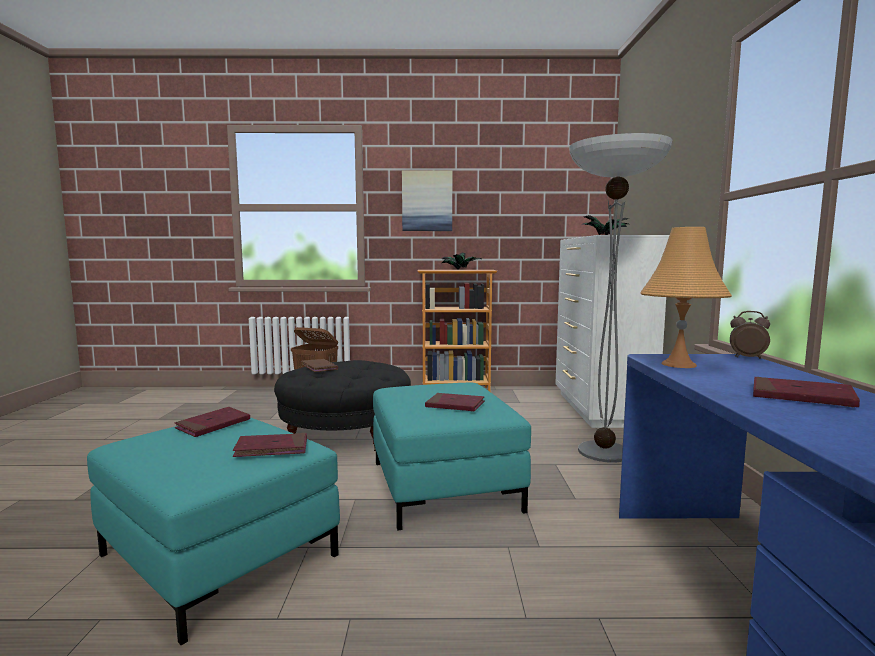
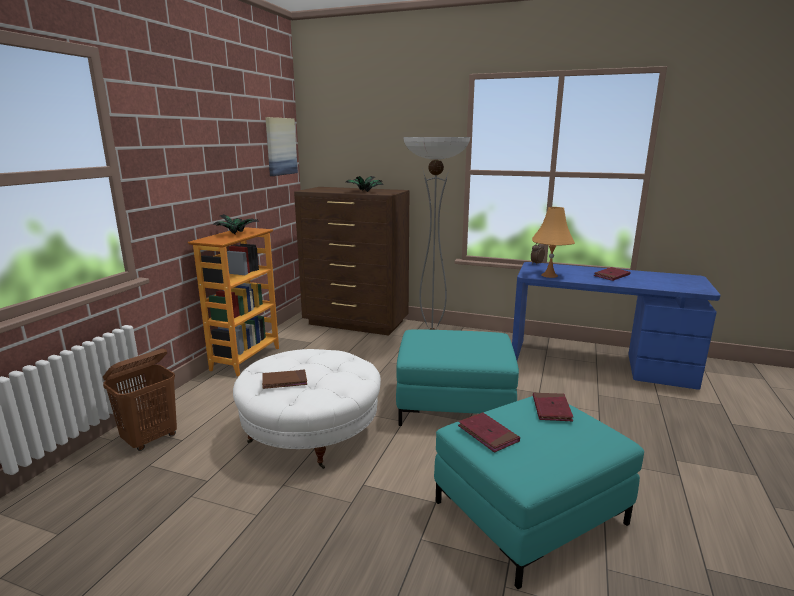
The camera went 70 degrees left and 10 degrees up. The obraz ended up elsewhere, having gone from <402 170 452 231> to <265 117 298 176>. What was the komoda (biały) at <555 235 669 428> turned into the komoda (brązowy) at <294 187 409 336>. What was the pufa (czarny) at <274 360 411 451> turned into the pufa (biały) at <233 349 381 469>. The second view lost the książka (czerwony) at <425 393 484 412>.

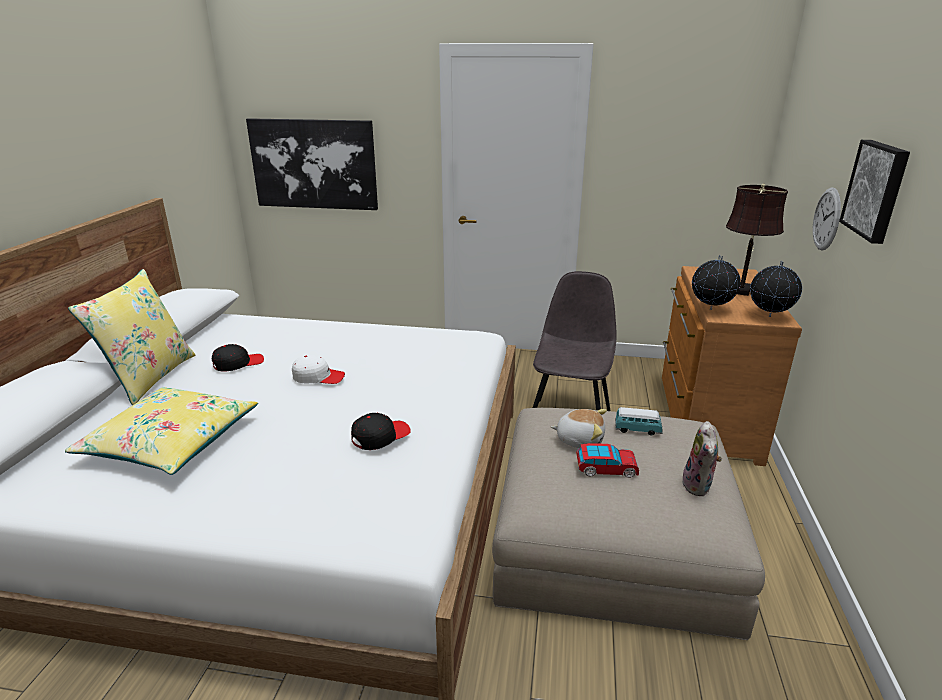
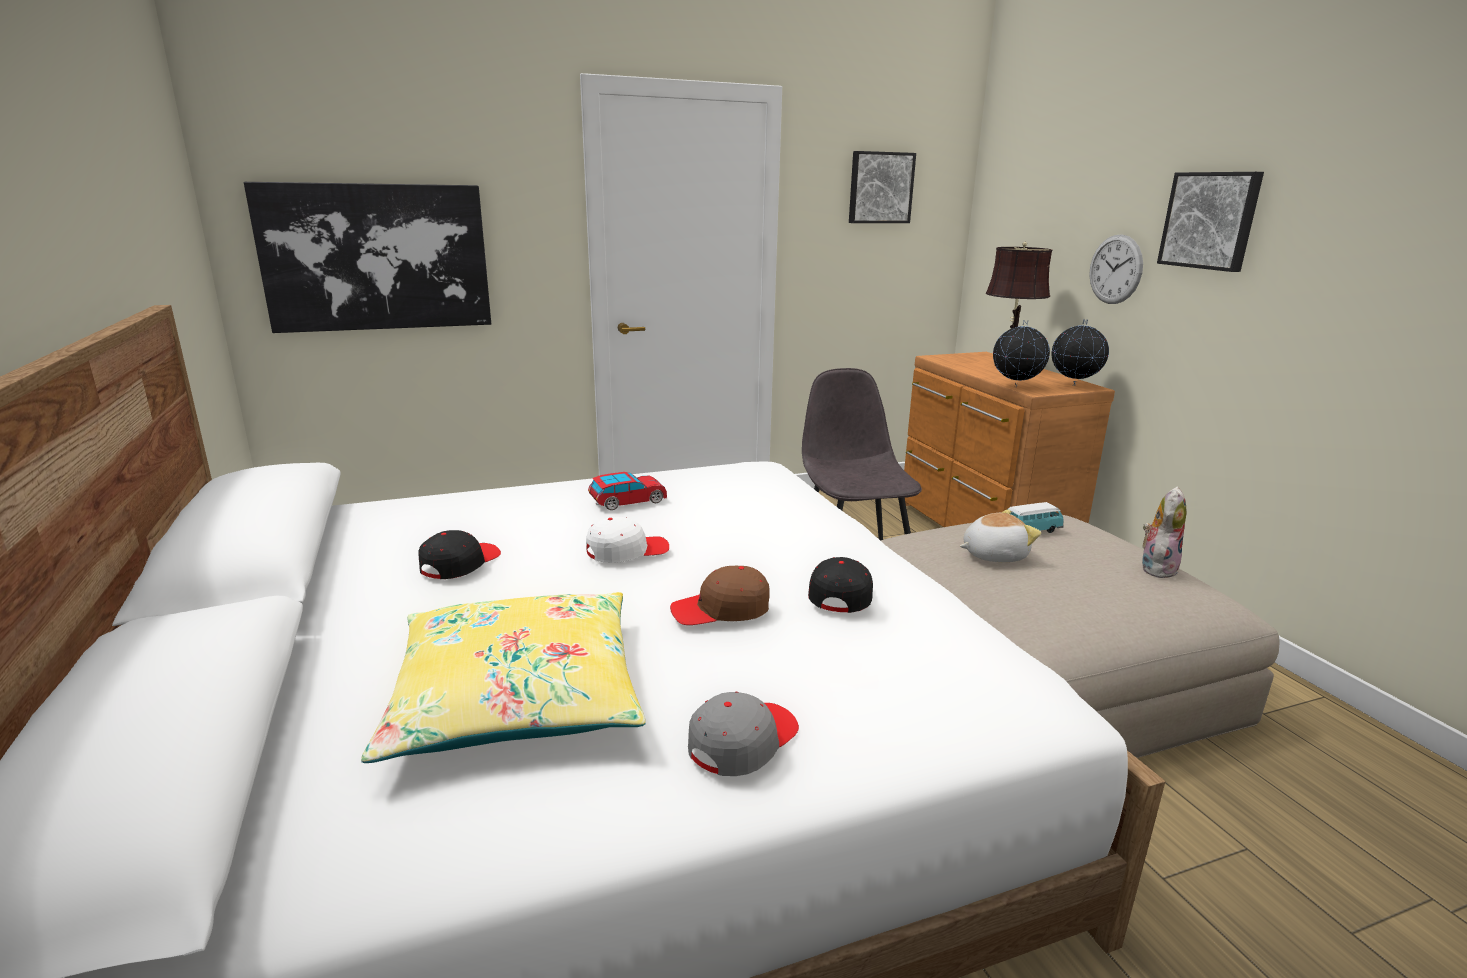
The camera went 30 degrees left and 5 degrees down. The second view lost the poduszka (żółty) at <68 269 195 405>. The pluszak at <682 421 722 496> ended up facing another way, 120 degrees counterclockwise from before. The samochodzik ended up elsewhere, having gone from <576 443 639 478> to <588 472 667 510>. The second view gained the obraz at <849 151 916 223>. The second view gained the czapka z daszkiem (brązowy) at <670 566 769 625>. The second view gained the czapka z daszkiem (szary) at <688 692 799 776>.

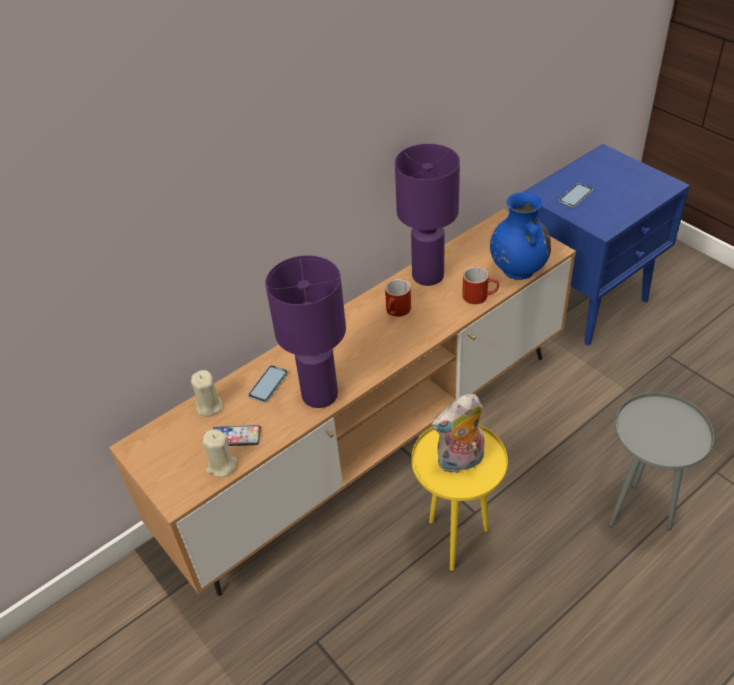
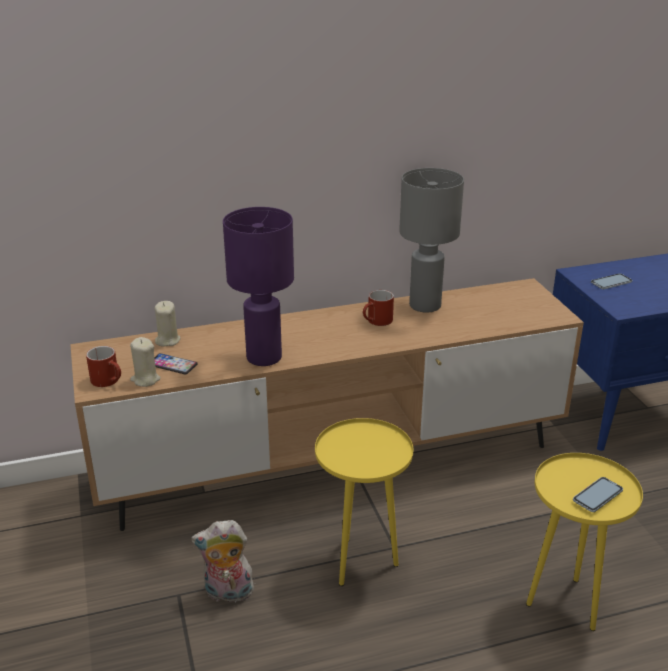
The camera went 20 degrees right and 15 degrees down. What was the lampa stołowa (fioletowy) at <395 144 460 286> turned into the lampa stołowa (szary) at <399 168 464 313>. The second view lost the wazon (niebieski) at <490 192 551 280>. The kubek (czerwony) ended up elsewhere, having gone from <462 267 499 304> to <86 346 121 387>. The telefon ended up elsewhere, having gone from <248 365 288 403> to <573 477 623 512>. What was the stolik (szary) at <608 393 714 530> turned into the stolik (żółty) at <526 453 643 631>. The pluszak ended up elsewhere, having gone from <431 394 484 473> to <191 520 254 602>.

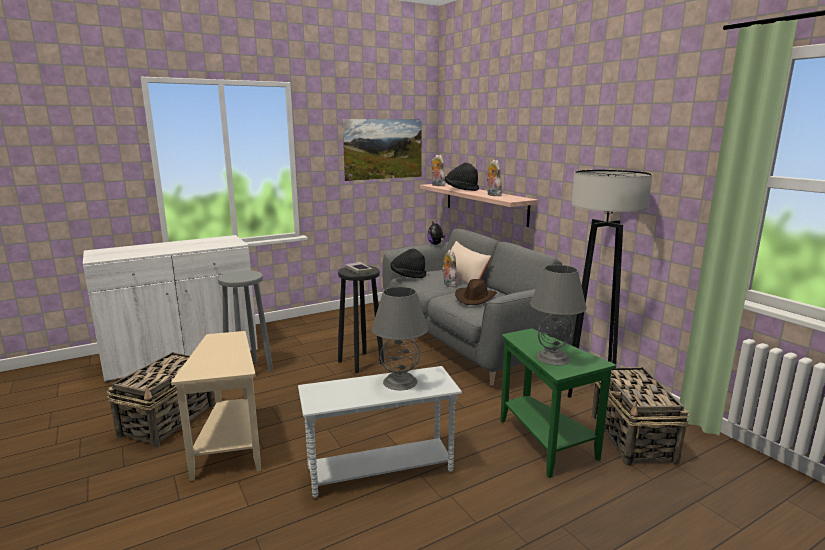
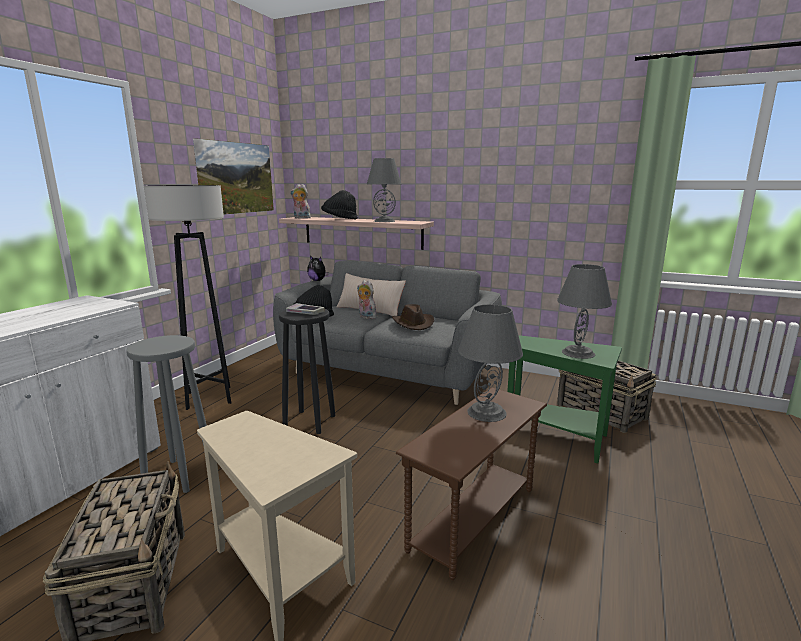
The camera went 35 degrees left and 0 degrees up. Where the pluszak stood at <487 160 502 196>, the lampa stołowa (szary) came to stand at <367 158 401 222>. The lampa stojąca (szary) ended up elsewhere, having gone from <568 170 652 398> to <144 185 231 410>. What was the stolik (biały) at <298 366 462 498> turned into the stolik (brązowy) at <396 387 547 580>.

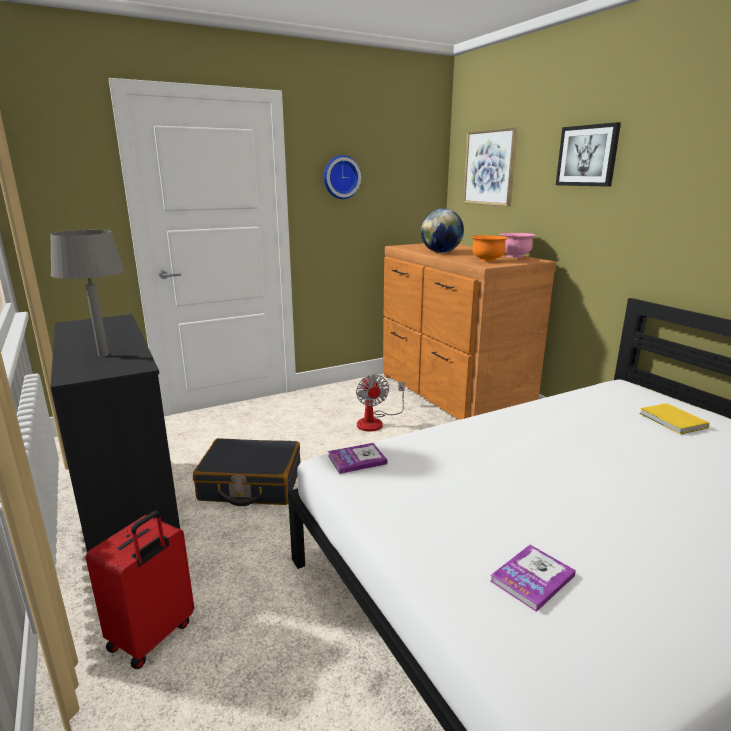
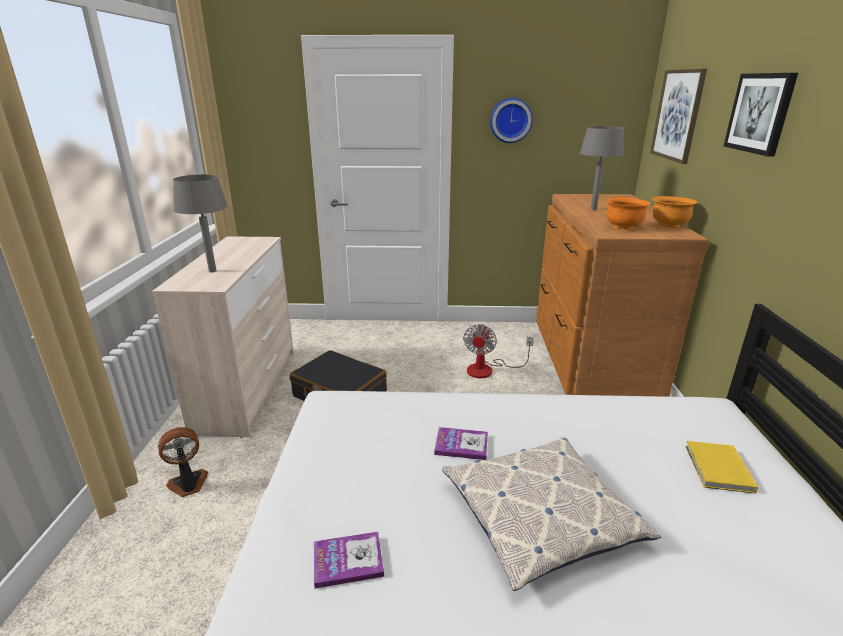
The camera went 30 degrees right and 5 degrees up. Where the globus stood at <421 208 464 253>, the lampa stołowa (szary) came to stand at <580 126 624 210>. What was the miska (różowy) at <499 233 535 258> turned into the miska (pomarańczowy) at <652 196 698 228>. What was the komoda (czarny) at <50 314 180 552> turned into the komoda (beżowy) at <152 236 294 438>. The książka ended up elsewhere, having gone from <328 443 387 474> to <434 427 488 460>. Where the walizka (czerwony) stood at <86 511 194 669>, the wentylator came to stand at <158 427 208 497>. The second view gained the poduszka at <442 437 661 591>.

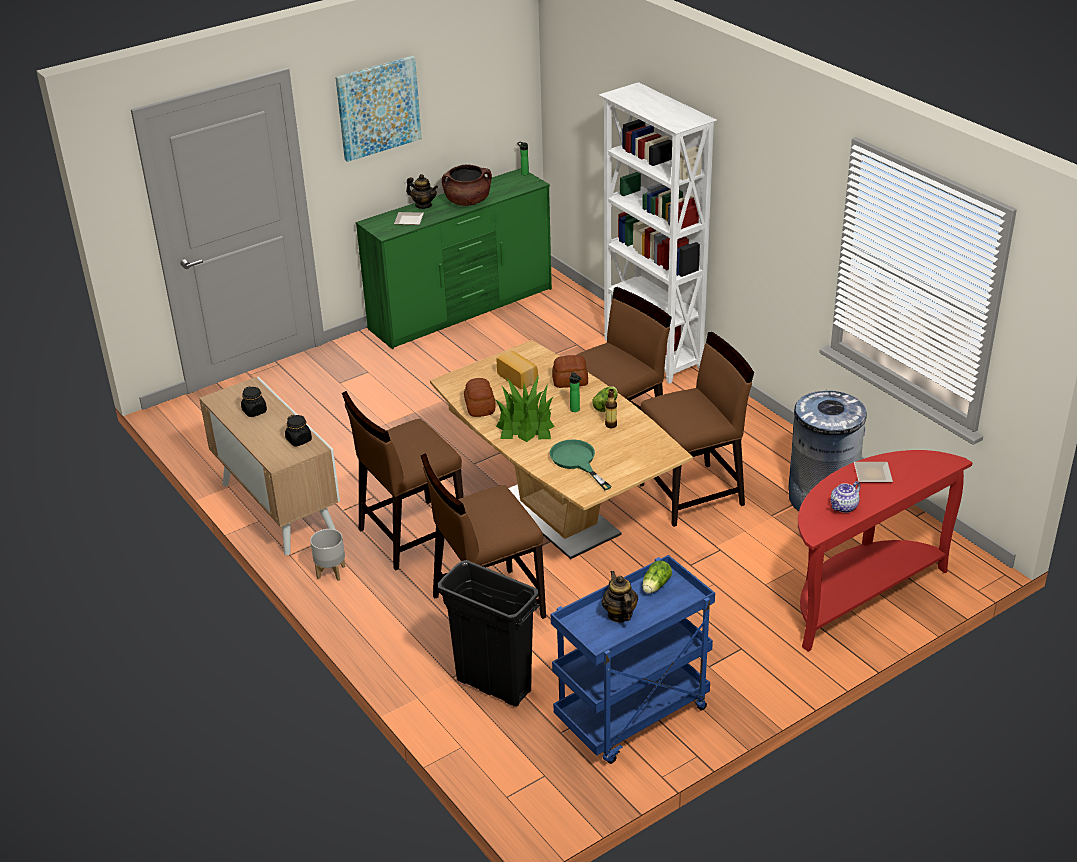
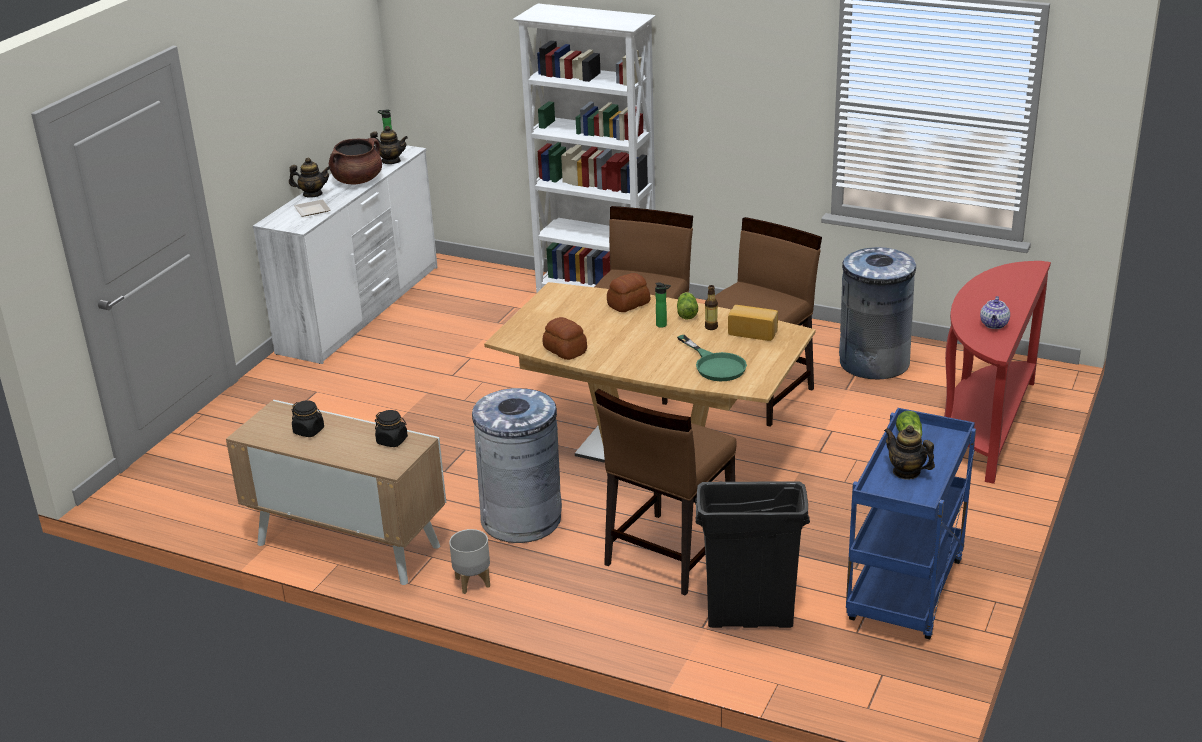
The camera went 30 degrees left and 5 degrees down. The second view lost the obraz at <335 56 422 162>. What was the komoda (zielony) at <356 168 552 349> turned into the komoda (biały) at <253 145 438 364>. The chleb ended up elsewhere, having gone from <496 351 538 389> to <728 305 778 341>. The second view lost the roślina doniczkowa at <496 375 555 442>. Where the krzesło (brązowy) stood at <342 391 464 571>, the kosz na śmieci (szary) came to stand at <472 388 562 543>. The patelnia (zielony) at <550 439 612 490> ended up facing another way, 150 degrees counterclockwise from before. The second view lost the talerz at <854 462 893 482>. The second view gained the imbryk at <370 126 408 164>.

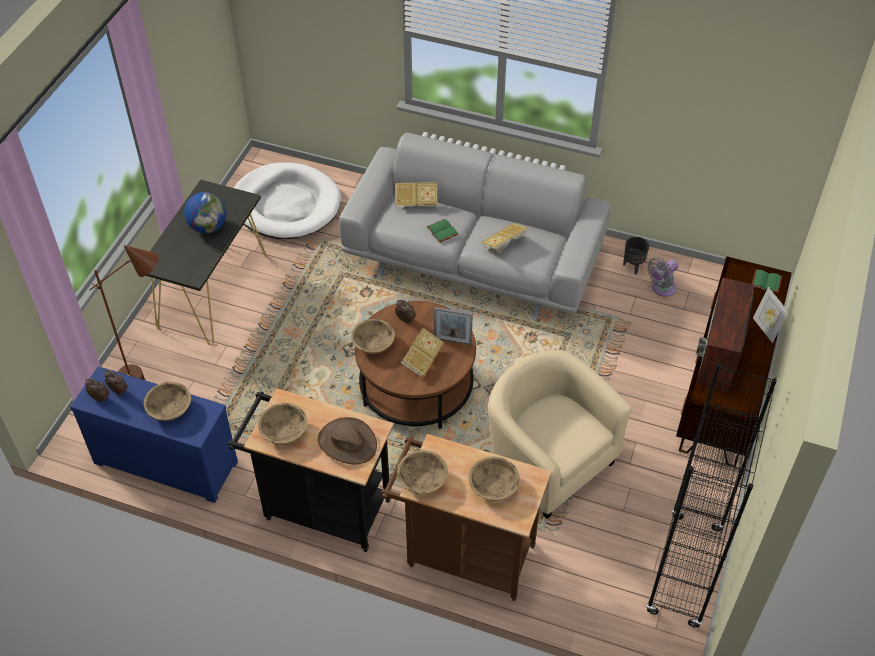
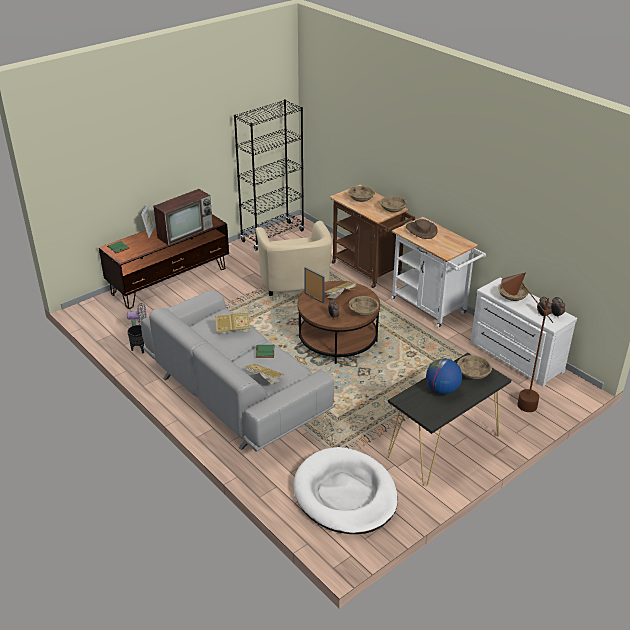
The camera went 150 degrees left and 15 degrees down. What was the komoda (niebieski) at <70 366 238 503> turned into the komoda (biały) at <471 277 577 387>. What was the wózek (czarny) at <228 388 394 552> turned into the wózek (biały) at <391 217 486 328>. The miska (beżowy) ended up elsewhere, having gone from <258 403 308 445> to <457 355 492 380>.

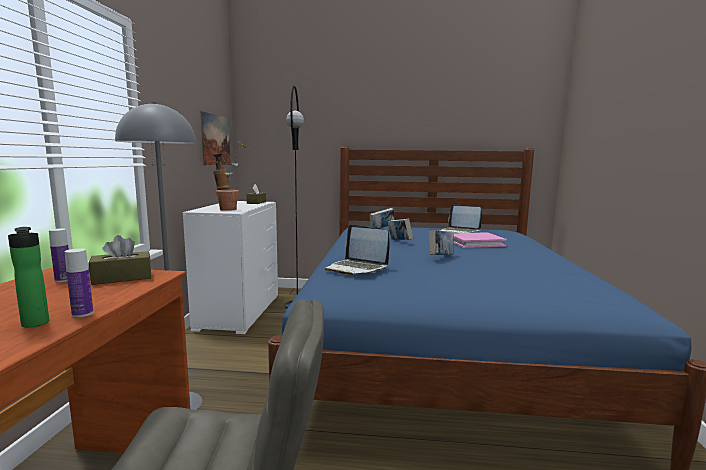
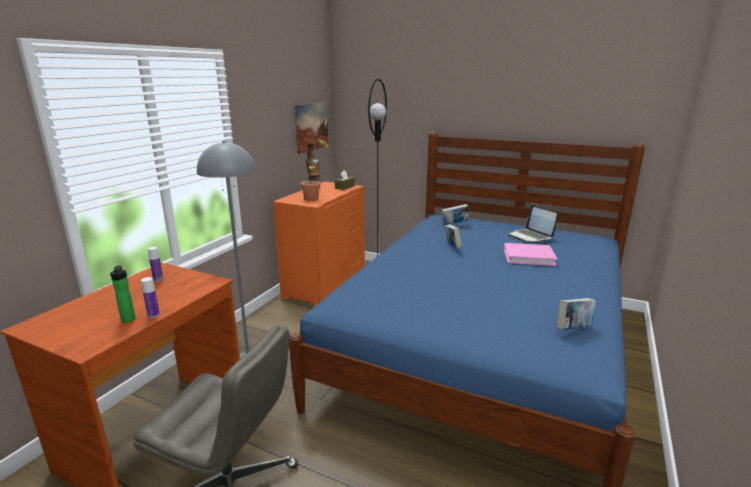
The camera went 20 degrees right and 10 degrees up. What was the komoda (biały) at <183 201 278 334> turned into the komoda (pomarańczowy) at <273 182 365 306>. The second view lost the laptop at <325 224 390 275>. The książka ended up elsewhere, having gone from <429 230 454 255> to <557 298 596 330>. The second view lost the pudełko chusteczek (brązowy) at <89 235 151 285>.

